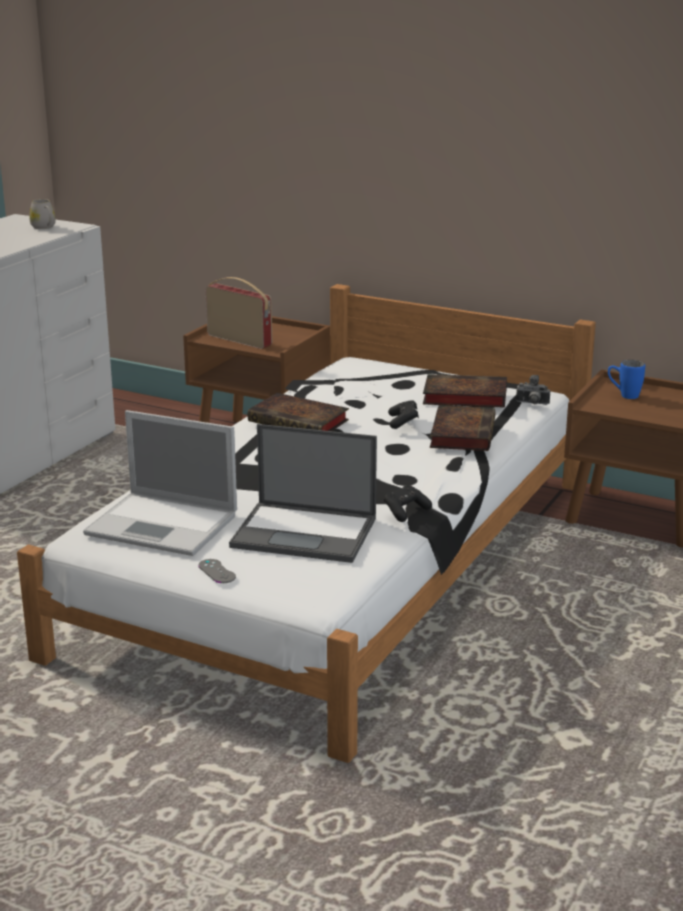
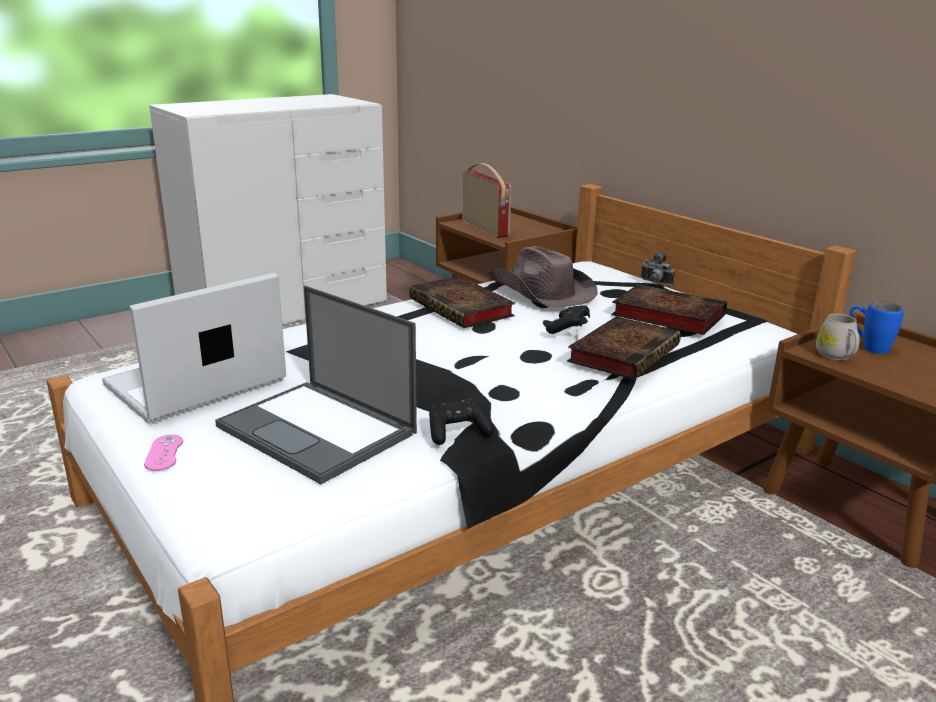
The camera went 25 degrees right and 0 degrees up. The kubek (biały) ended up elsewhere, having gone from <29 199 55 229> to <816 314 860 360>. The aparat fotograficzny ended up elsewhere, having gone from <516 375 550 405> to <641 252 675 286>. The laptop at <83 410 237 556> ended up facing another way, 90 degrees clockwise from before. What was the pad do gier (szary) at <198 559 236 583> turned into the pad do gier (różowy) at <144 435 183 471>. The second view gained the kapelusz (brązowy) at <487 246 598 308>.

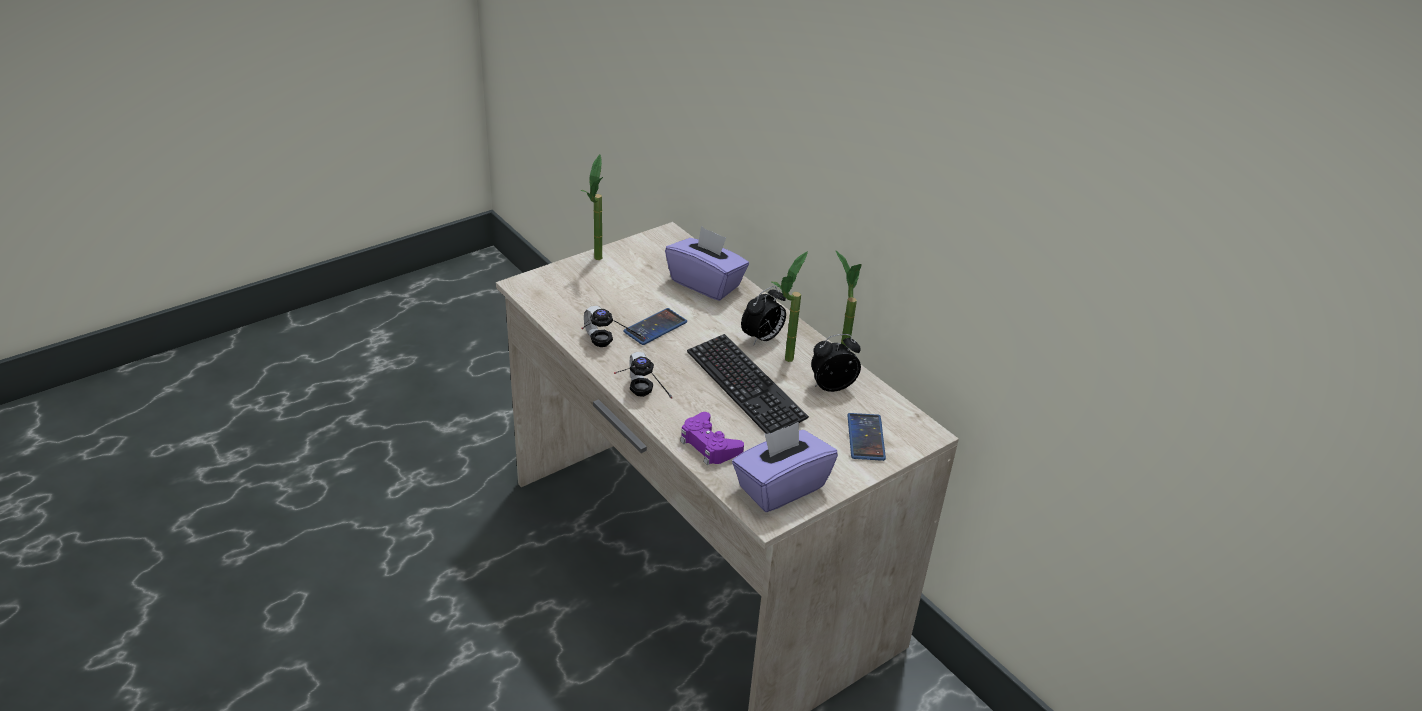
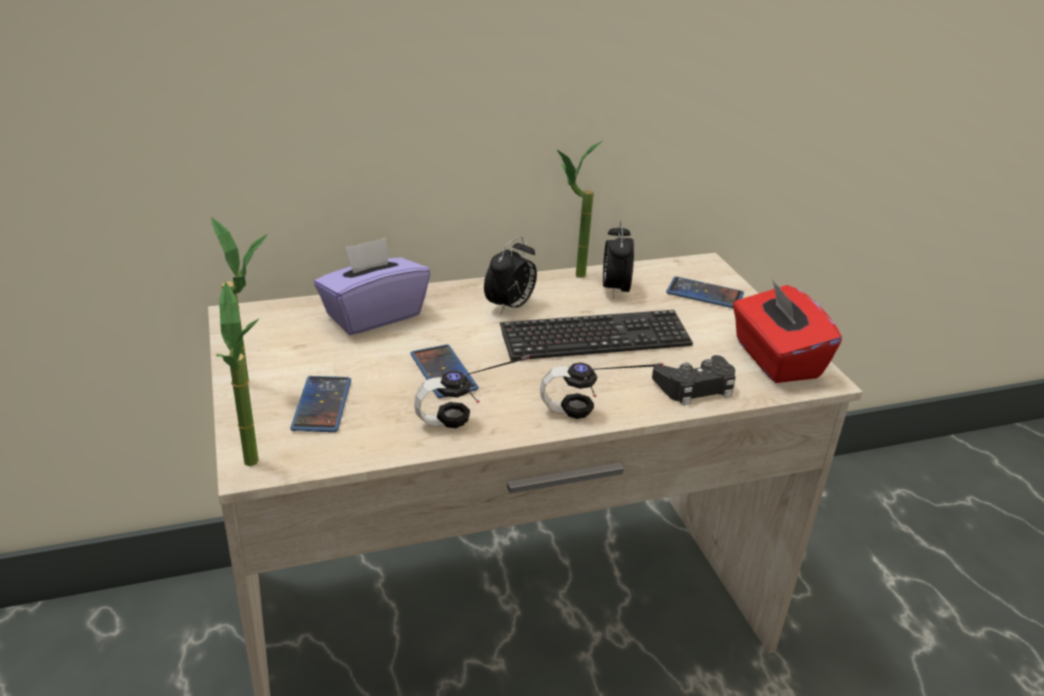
The camera went 70 degrees left and 5 degrees down. The roślina doniczkowa ended up elsewhere, having gone from <772 251 808 362> to <216 282 260 466>. The budzik at <741 286 786 346> ended up facing another way, 60 degrees clockwise from before. What was the pad do gier (fioletowy) at <680 412 744 465> turned into the pad do gier (czarny) at <652 355 736 406>. What was the pudełko chusteczek (fioletowy) at <732 422 838 512> turned into the pudełko chusteczek (czerwony) at <733 280 842 383>. The second view gained the telefon at <290 376 351 432>.

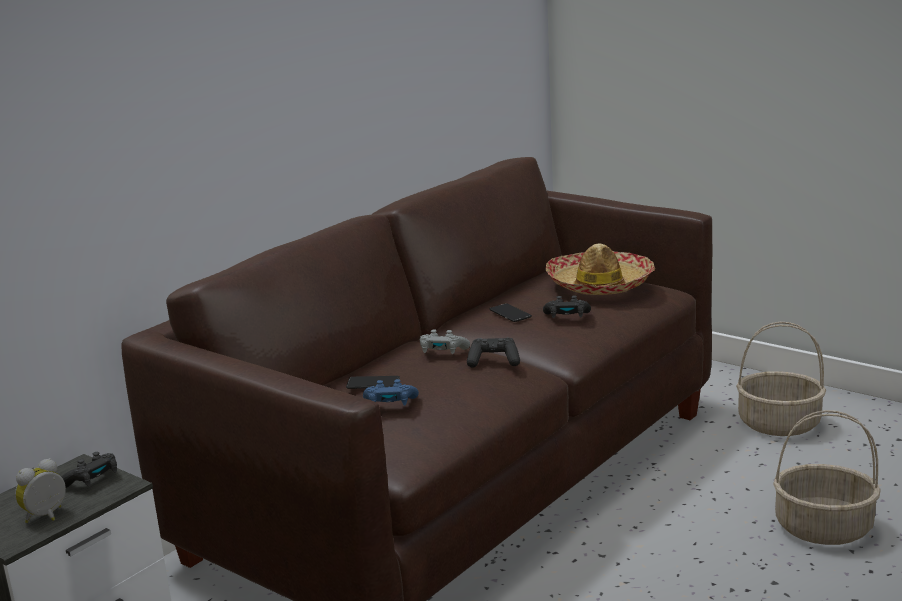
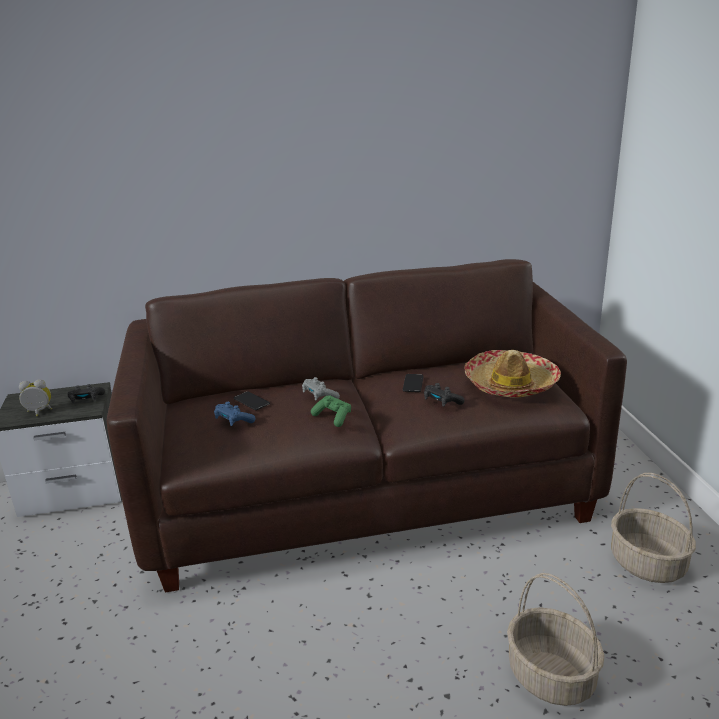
The camera went 40 degrees right and 5 degrees up. What was the pad do gier (czarny) at <467 337 520 368> turned into the pad do gier (zielony) at <311 396 351 427>.

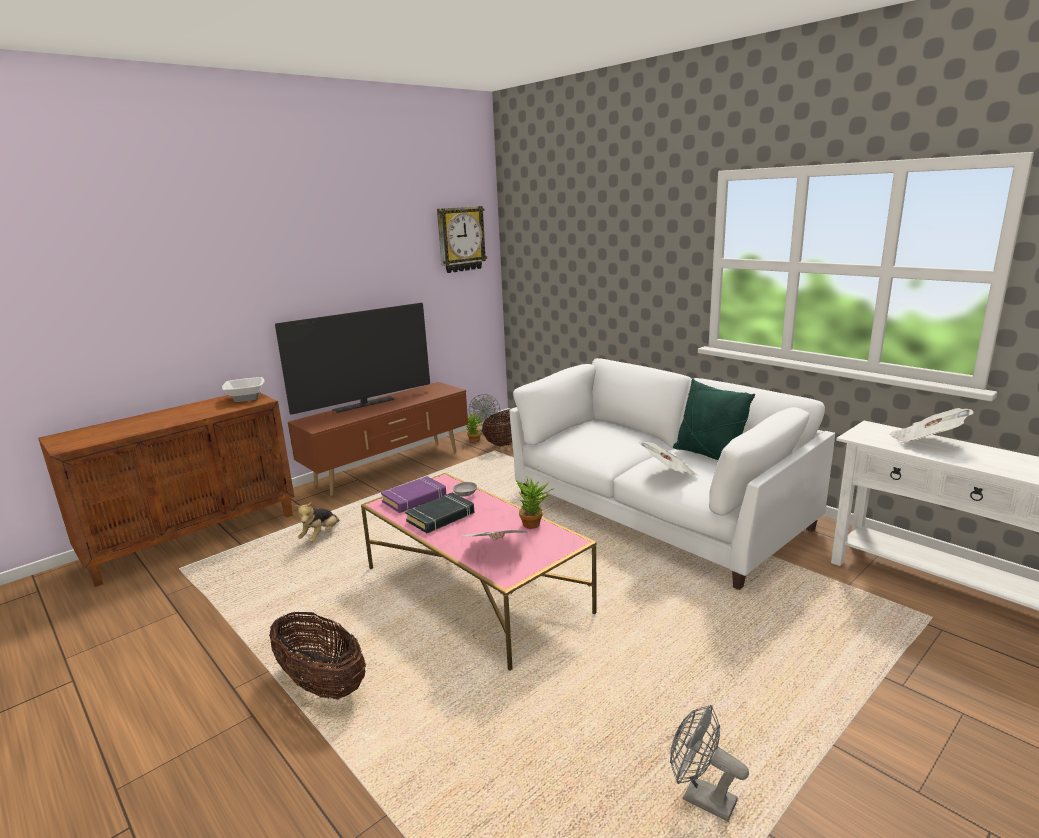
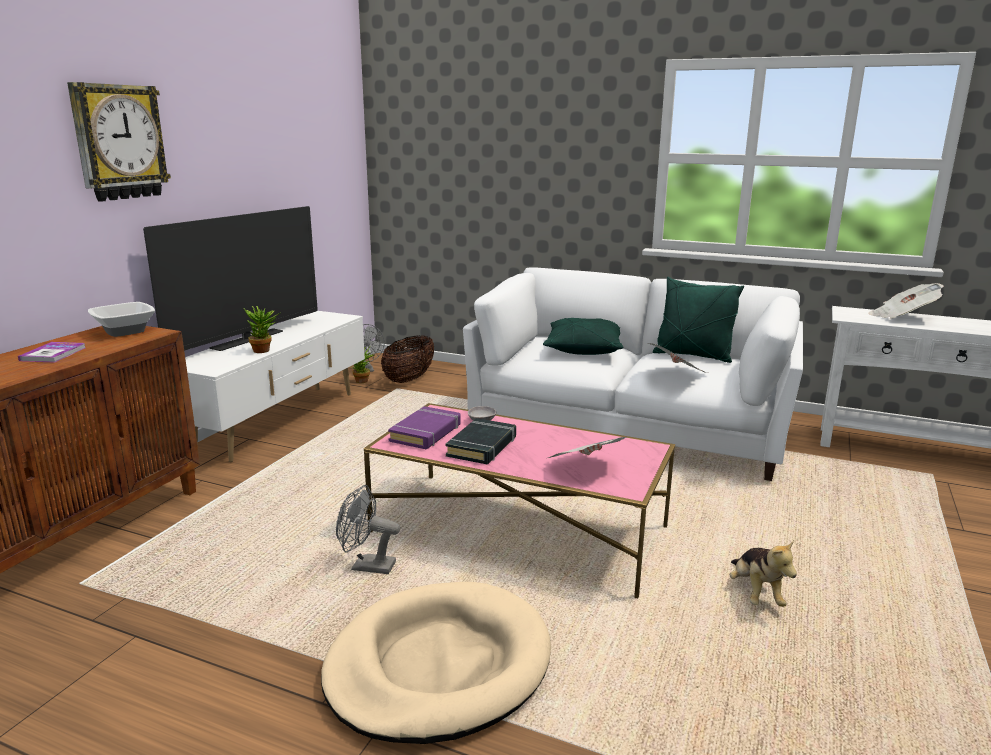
The camera went 25 degrees left and 0 degrees up. The zegar ścienny ended up elsewhere, having gone from <437 206 487 273> to <67 82 171 202>. What was the szafka pod telewizor (brązowy) at <288 382 468 496> turned into the szafka pod telewizor (biały) at <185 311 365 462>. The roślina doniczkowa ended up elsewhere, having gone from <516 475 554 529> to <244 306 280 353>. The pluszak ended up elsewhere, having gone from <296 502 340 542> to <730 540 797 607>. Where the koszyk stood at <269 612 366 700>, the legowisko (beżowy) came to stand at <321 582 551 744>. The wentylator (szary) ended up elsewhere, having gone from <670 705 749 821> to <336 485 400 574>. The second view gained the poduszka (zielony) at <543 318 623 355>. The second view gained the książka at <18 342 85 363>.

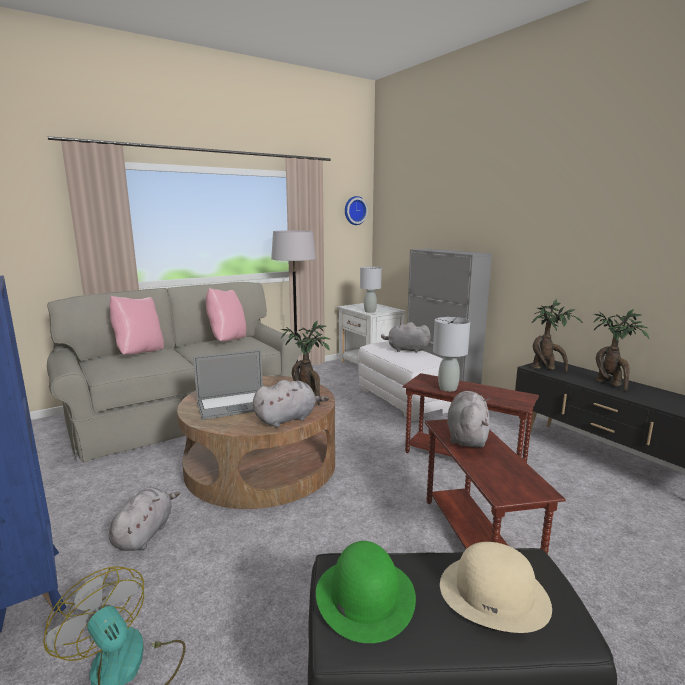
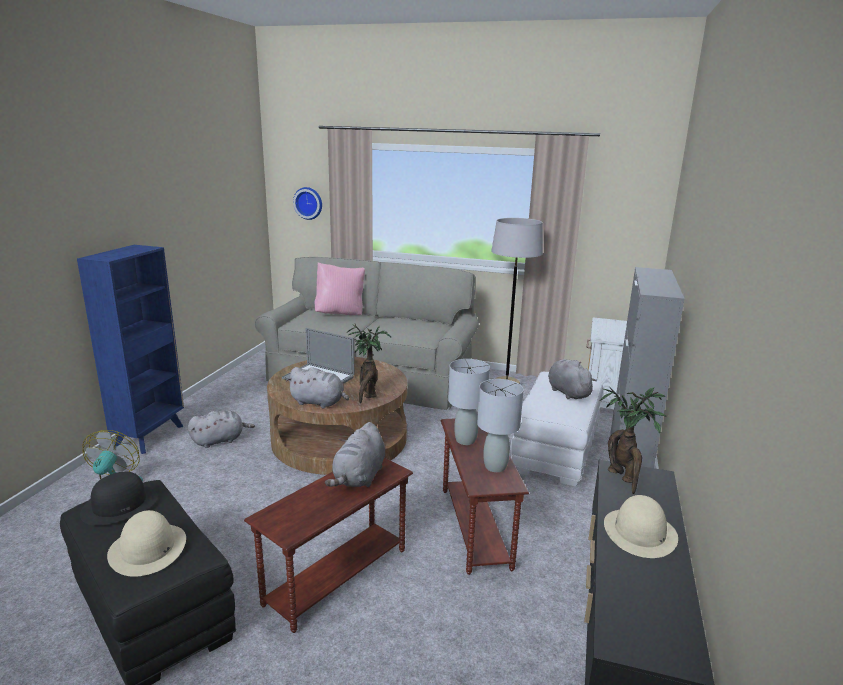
The camera went 50 degrees right and 5 degrees up. The zegar ścienny ended up elsewhere, having gone from <345 196 368 225> to <293 187 322 220>. The lampa stołowa (szary) ended up elsewhere, having gone from <360 267 382 313> to <477 379 524 472>. The second view lost the poduszka (różowy) at <206 288 246 341>. Where the roślina doniczkowa stood at <593 309 649 392>, the kapelusz (beżowy) came to stand at <604 495 678 558>. The pluszak (szary) at <447 391 490 448> ended up facing another way, 135 degrees clockwise from before. What was the kapelusz (zielony) at <316 541 416 643> turned into the kapelusz (czarny) at <80 472 158 526>.

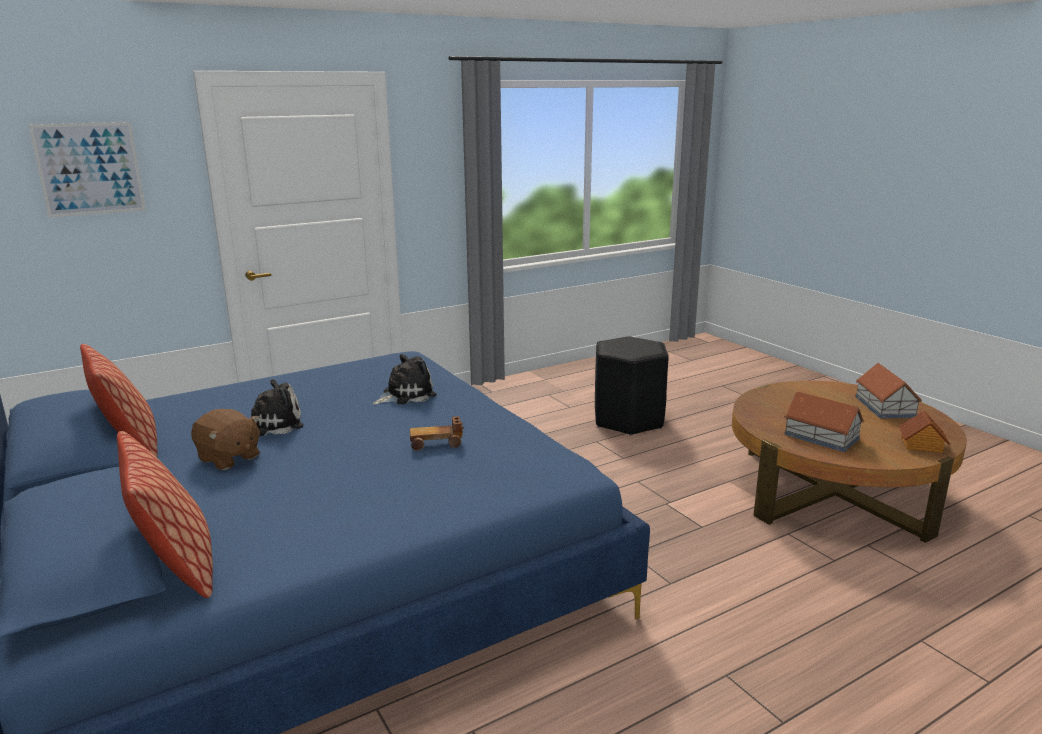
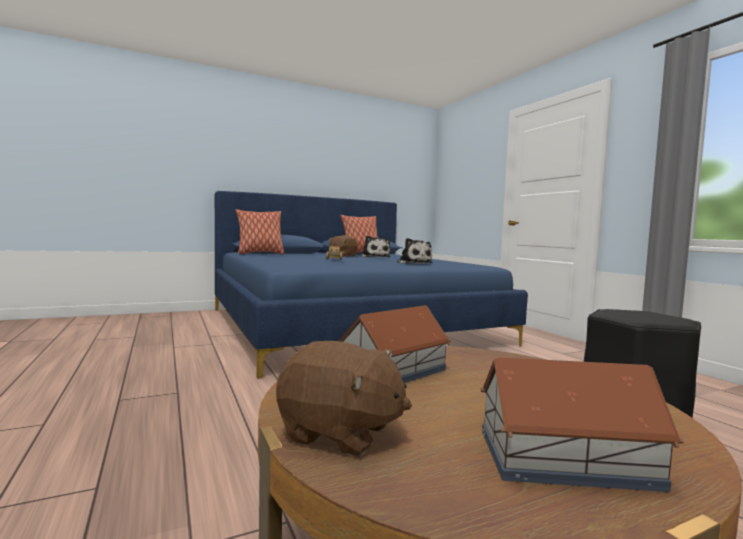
The camera went 95 degrees right and 15 degrees down. The second view lost the obraz at <28 122 146 218>. Where the domek stood at <899 410 950 453>, the pluszak (brązowy) came to stand at <276 341 412 456>.

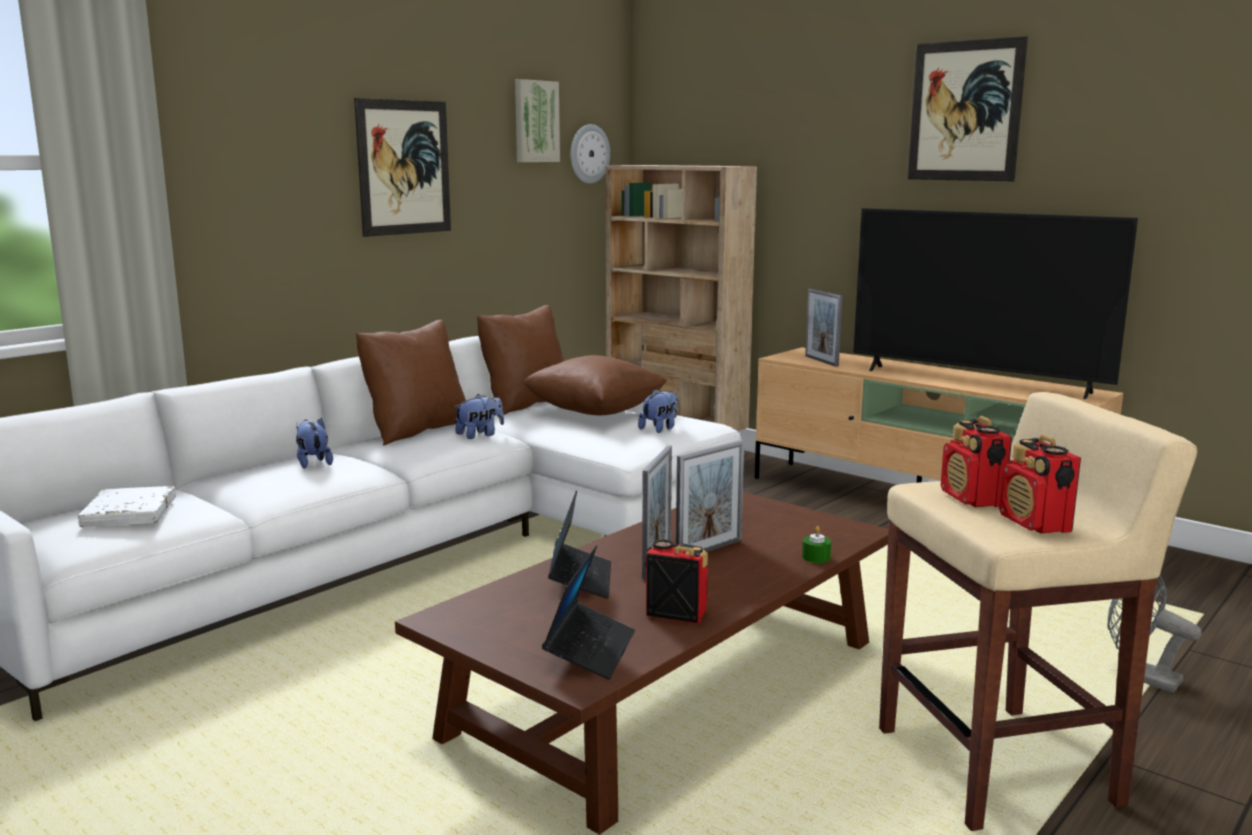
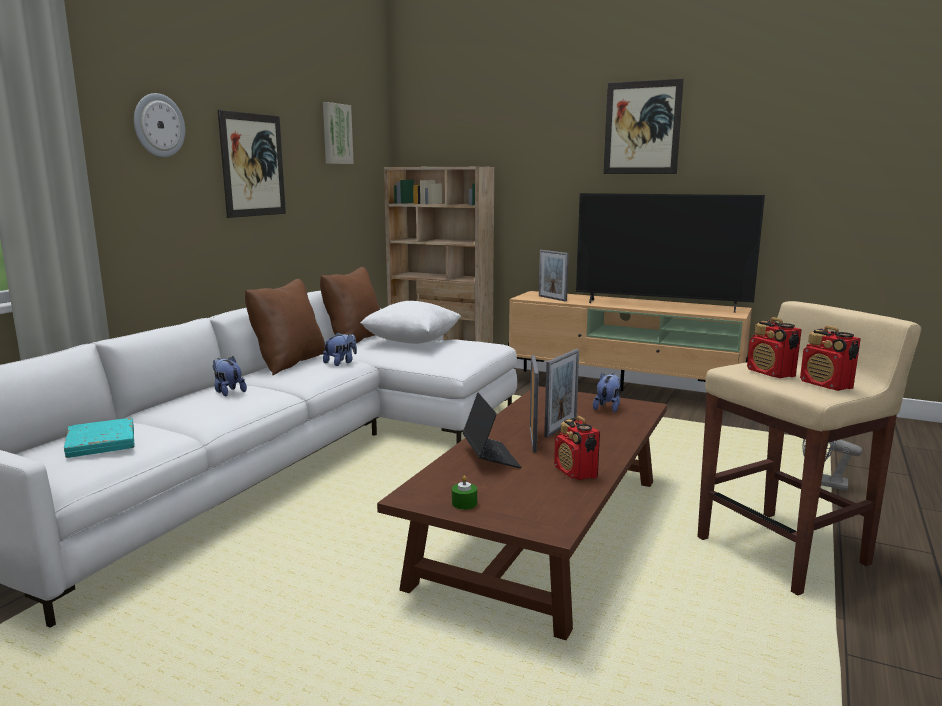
The camera went 15 degrees left and 0 degrees up. The zegar ścienny ended up elsewhere, having gone from <571 124 610 184> to <134 93 185 157>. What was the poduszka (brązowy) at <522 355 668 415> turned into the poduszka (biały) at <360 301 461 344>. The pluszak ended up elsewhere, having gone from <638 389 678 433> to <593 373 621 413>. What was the książka (biały) at <78 486 176 527> turned into the książka (turkusowy) at <64 418 134 458>. The świeca (zielony) ended up elsewhere, having gone from <802 526 831 563> to <452 475 477 510>. The radio at <645 539 708 624> ended up facing another way, 120 degrees counterclockwise from before. The second view lost the laptop at <542 546 635 680>.

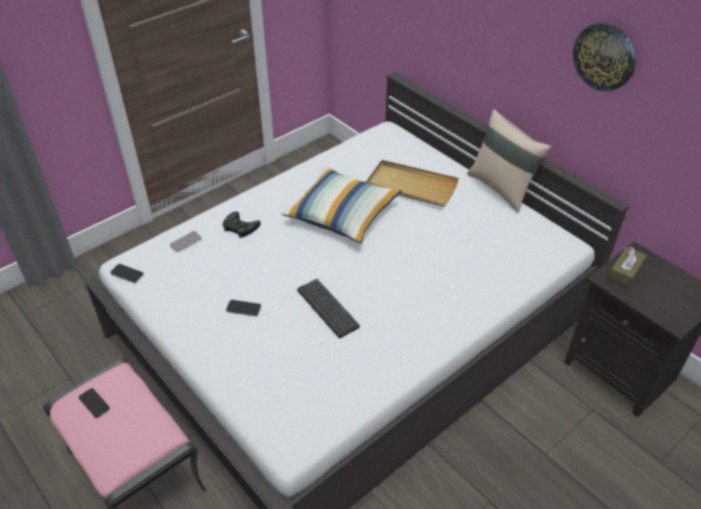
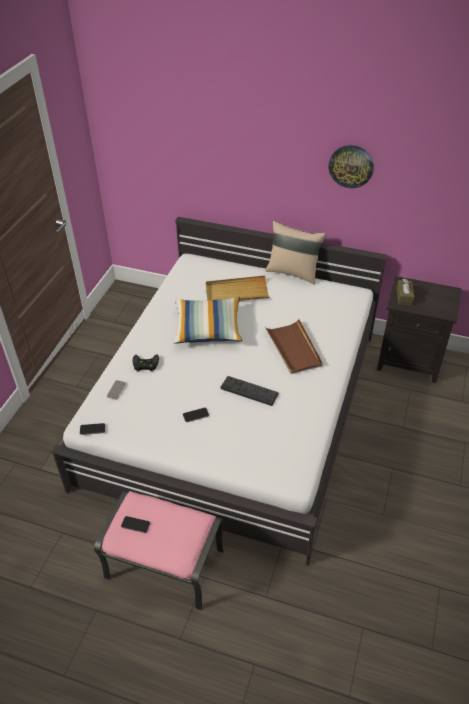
The camera went 30 degrees left and 0 degrees up. The second view gained the taca (brązowy) at <265 319 323 374>.

